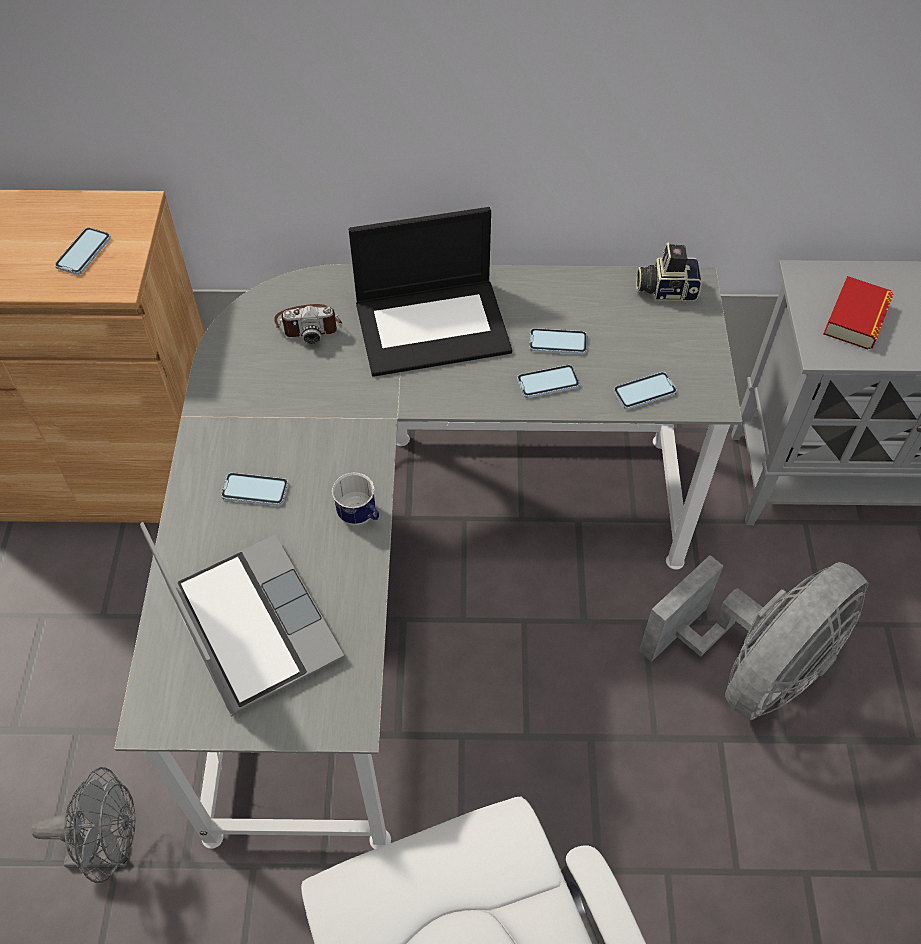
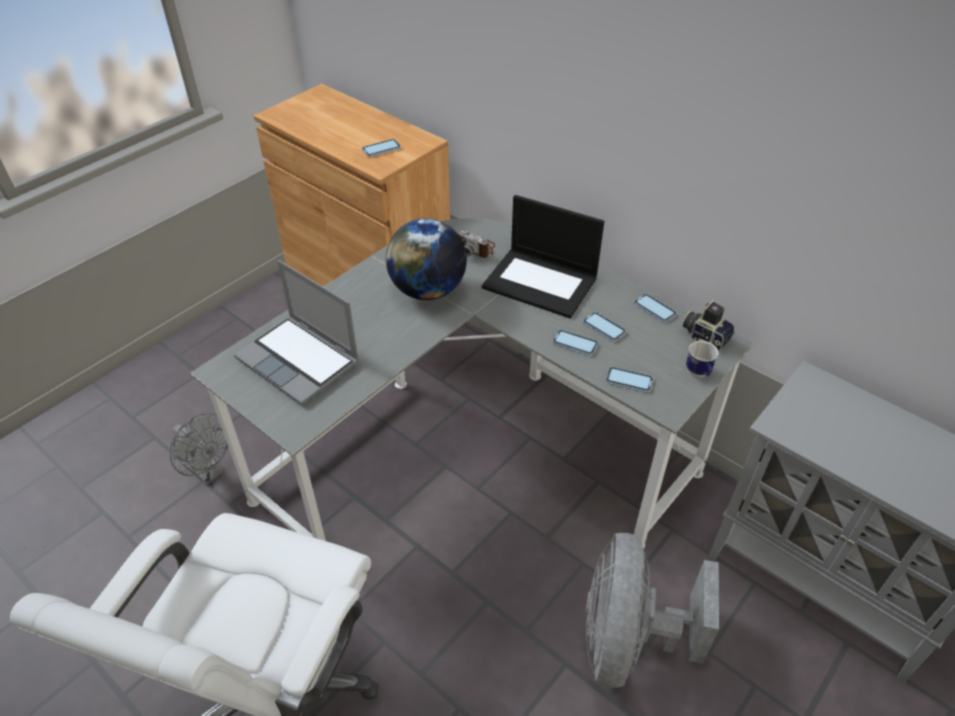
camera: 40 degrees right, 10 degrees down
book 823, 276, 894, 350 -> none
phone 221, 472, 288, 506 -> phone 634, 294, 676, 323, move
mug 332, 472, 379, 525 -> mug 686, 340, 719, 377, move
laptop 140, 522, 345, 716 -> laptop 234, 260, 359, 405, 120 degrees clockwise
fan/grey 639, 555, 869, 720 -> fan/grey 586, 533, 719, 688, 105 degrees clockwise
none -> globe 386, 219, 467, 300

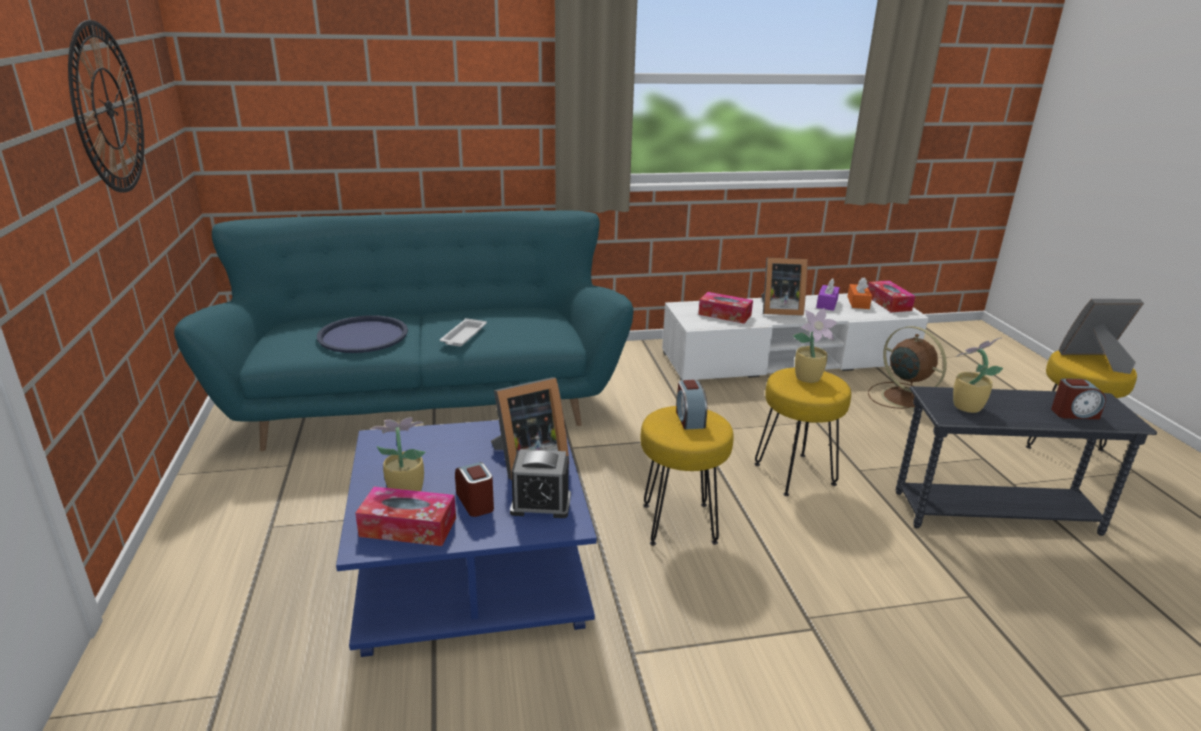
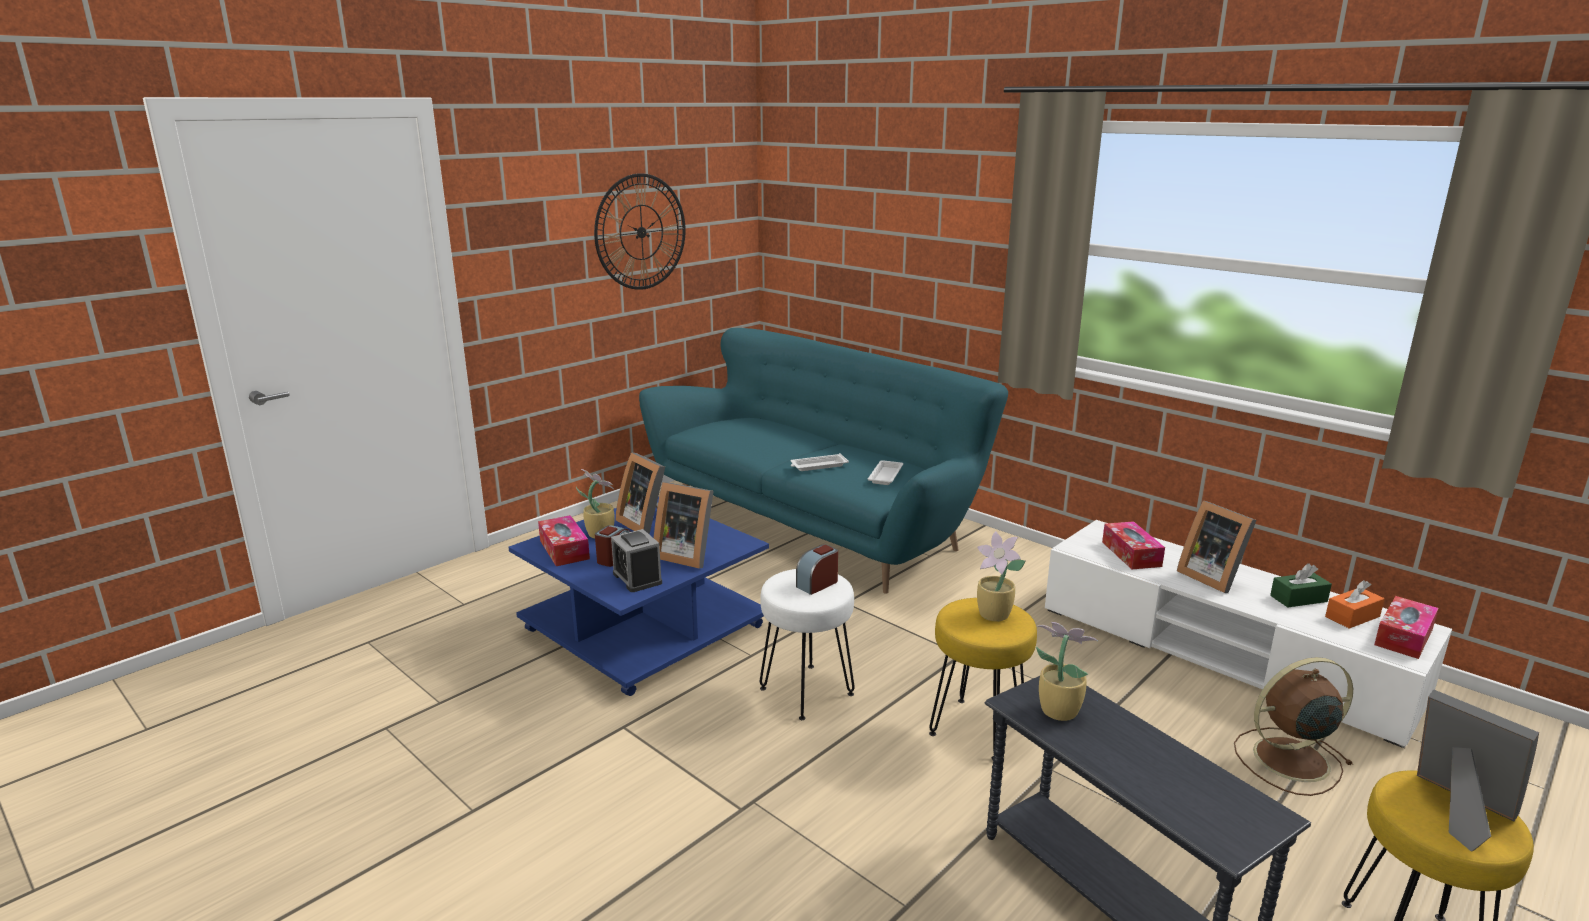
camera: 55 degrees right, 5 degrees down
tissue box/purple 816, 278, 840, 311 -> tissue box/green 1270, 563, 1332, 607
tray/blue 317, 315, 408, 353 -> none
fan/brown 868, 326, 947, 415 -> fan/brown 1234, 657, 1353, 796, 120 degrees counterclockwise
alarm clock 1051, 378, 1106, 419 -> none
stool/yellow 641, 406, 734, 546 -> stool/white 760, 569, 855, 720
none -> picture frame 616, 453, 665, 534
none -> tray/white 868, 460, 903, 485

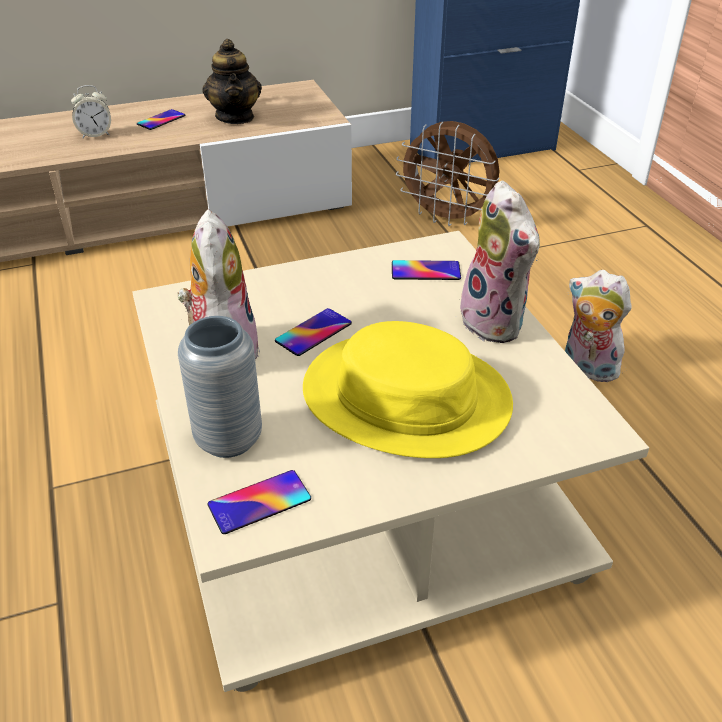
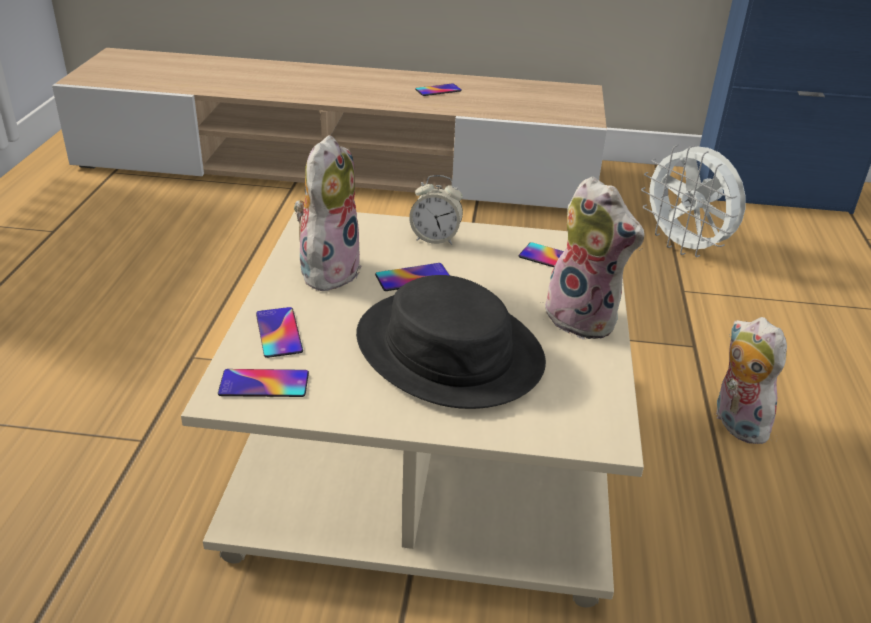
camera: 25 degrees right, 5 degrees down
teapot 202, 39, 262, 124 -> none
alarm clock 71, 85, 111, 138 -> alarm clock 409, 175, 463, 245, move
fan/brown 396, 121, 500, 226 -> fan/white 641, 145, 746, 257
plush toy 460, 181, 539, 343 -> plush toy 542, 176, 645, 340, 45 degrees counterclockwise
vase/grey 178, 316, 262, 458 -> phone 256, 307, 303, 358
hat/yellow 303, 321, 513, 458 -> hat/black 356, 275, 546, 409

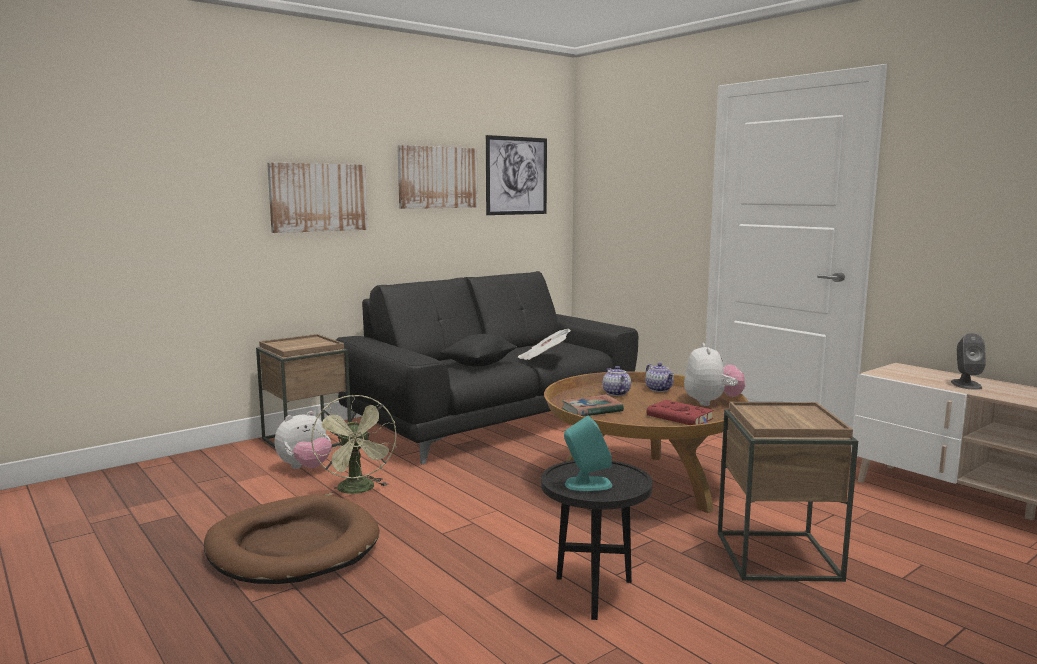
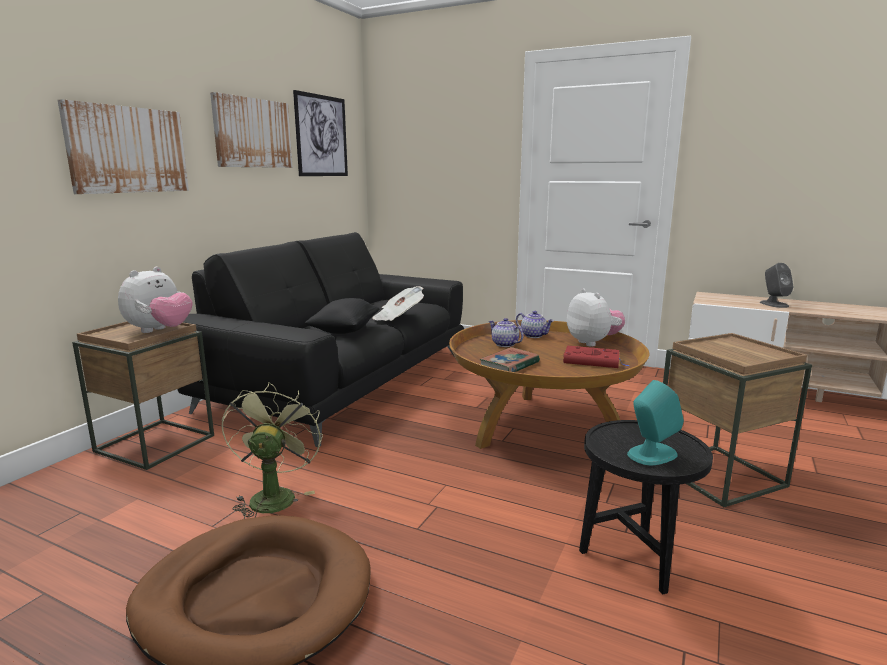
camera: 25 degrees left, 5 degrees up
fan/green 311, 395, 397, 496 -> fan/green 221, 382, 323, 519, 135 degrees counterclockwise
plush toy 275, 411, 332, 469 -> plush toy 118, 267, 192, 333, move

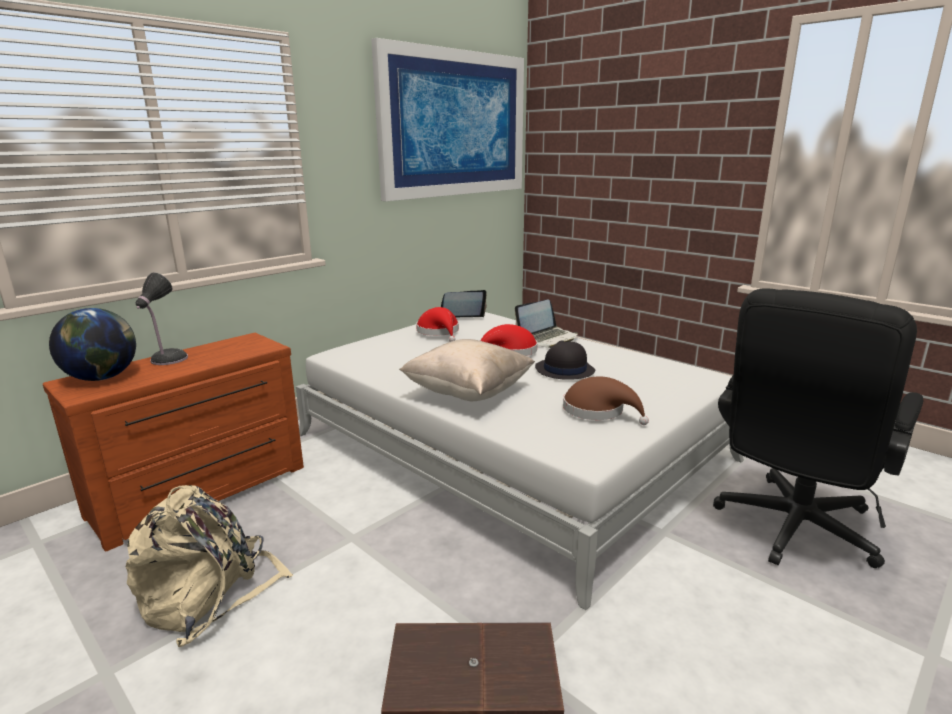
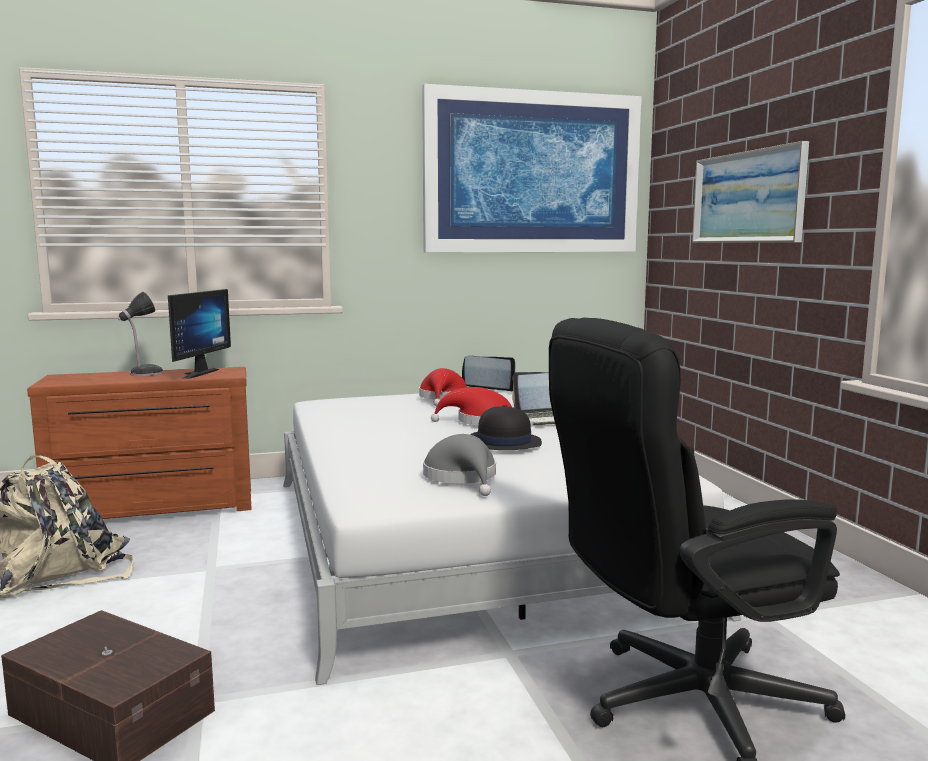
camera: 30 degrees right, 10 degrees down
globe 49, 308, 136, 381 -> none
pillow/beige 399, 339, 535, 401 -> none
hat/brown 563, 377, 649, 425 -> hat/grey 423, 434, 496, 496
none -> picture 692, 141, 809, 243
none -> monitor 168, 289, 231, 379

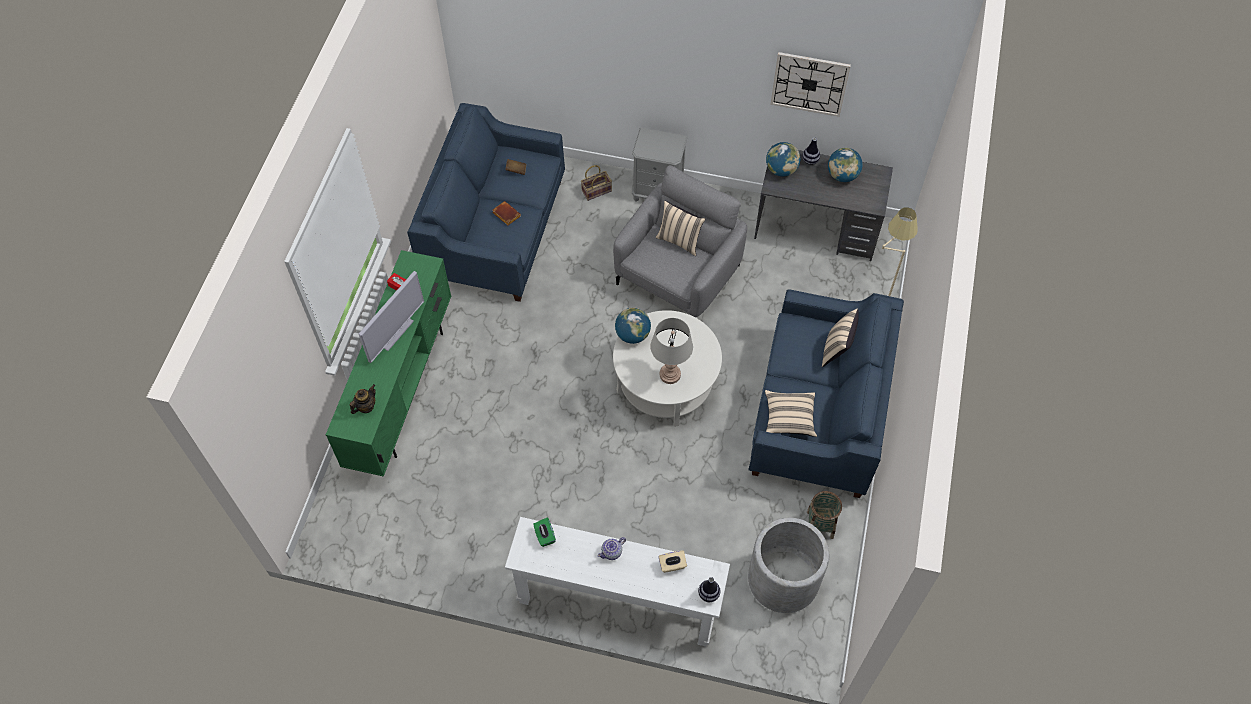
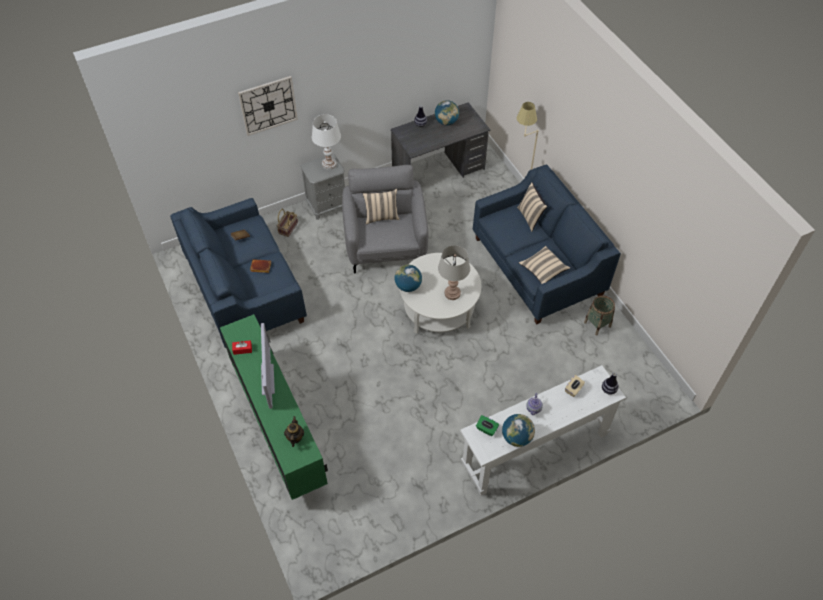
camera: 40 degrees left, 5 degrees down
wall clock 770, 52, 851, 117 -> wall clock 238, 76, 298, 136, move
globe 766, 142, 800, 177 -> globe 502, 414, 535, 447, move
planter/grey 748, 518, 829, 613 -> none
none -> table lamp/white 312, 114, 341, 170

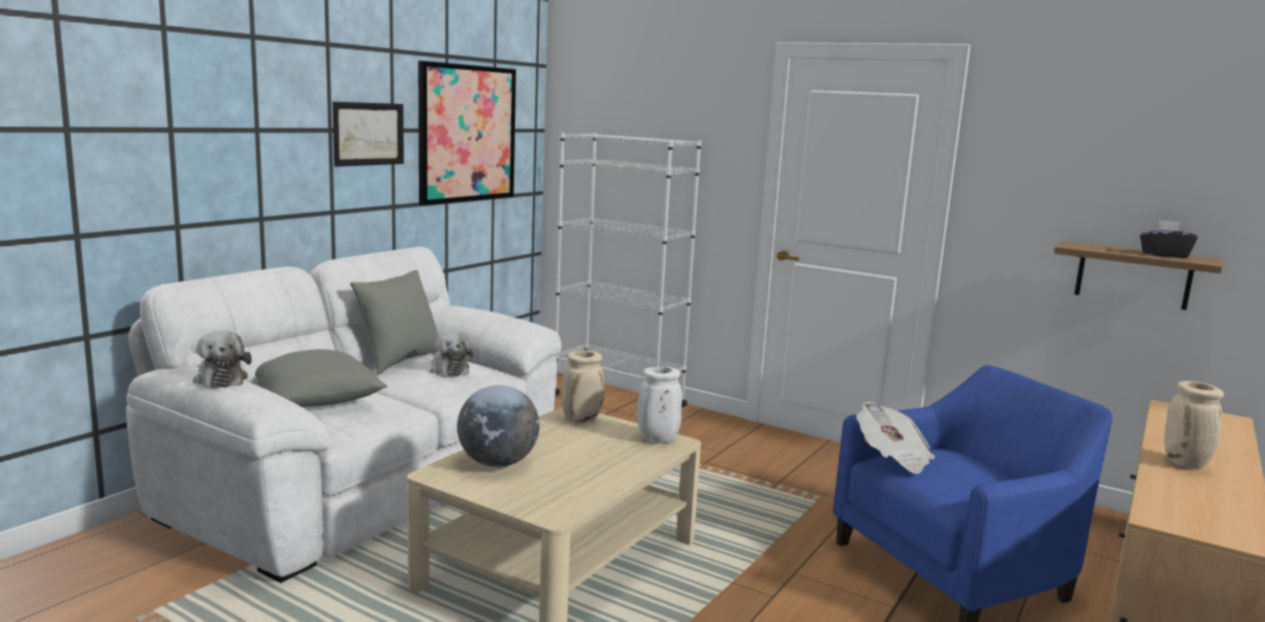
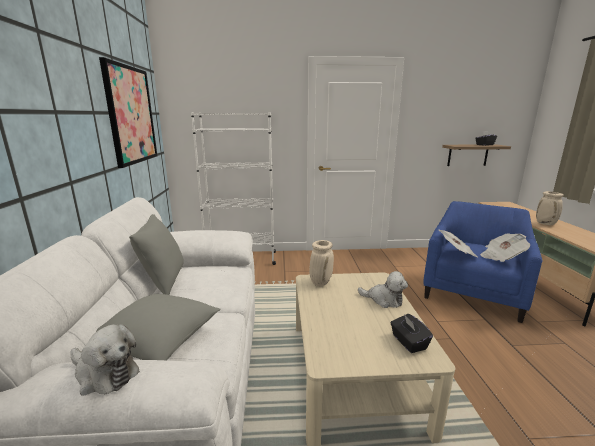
camera: 35 degrees left, 5 degrees up
picture 333, 102, 404, 167 -> none
plush toy 430, 331, 473, 377 -> plush toy 358, 271, 408, 308, move
vase/white 637, 367, 682, 443 -> none
globe 457, 385, 540, 467 -> none
none -> newspaper 480, 234, 530, 262
none -> tissue box/black 391, 314, 433, 353

